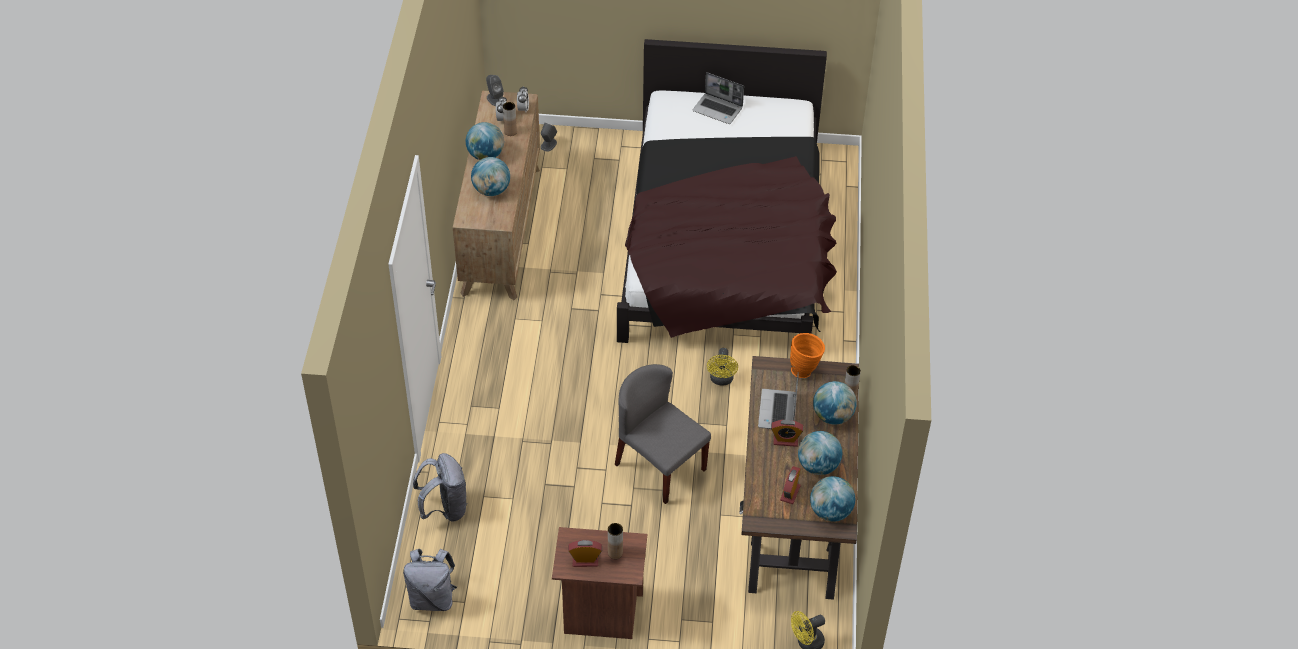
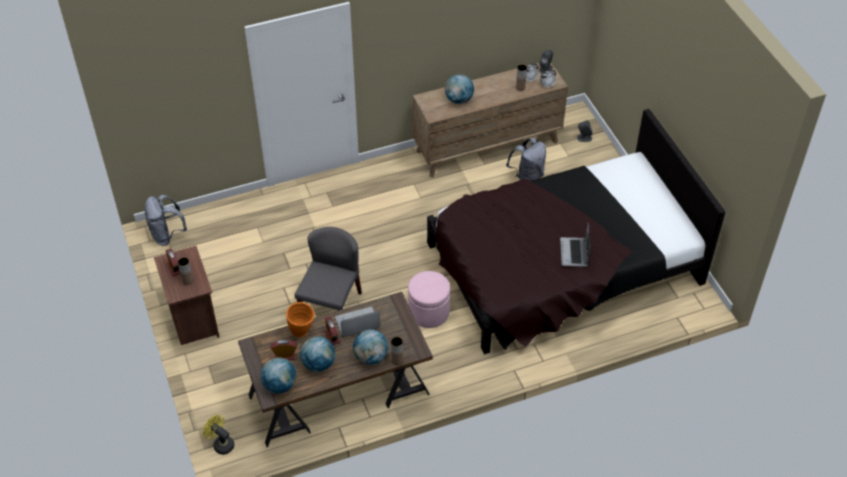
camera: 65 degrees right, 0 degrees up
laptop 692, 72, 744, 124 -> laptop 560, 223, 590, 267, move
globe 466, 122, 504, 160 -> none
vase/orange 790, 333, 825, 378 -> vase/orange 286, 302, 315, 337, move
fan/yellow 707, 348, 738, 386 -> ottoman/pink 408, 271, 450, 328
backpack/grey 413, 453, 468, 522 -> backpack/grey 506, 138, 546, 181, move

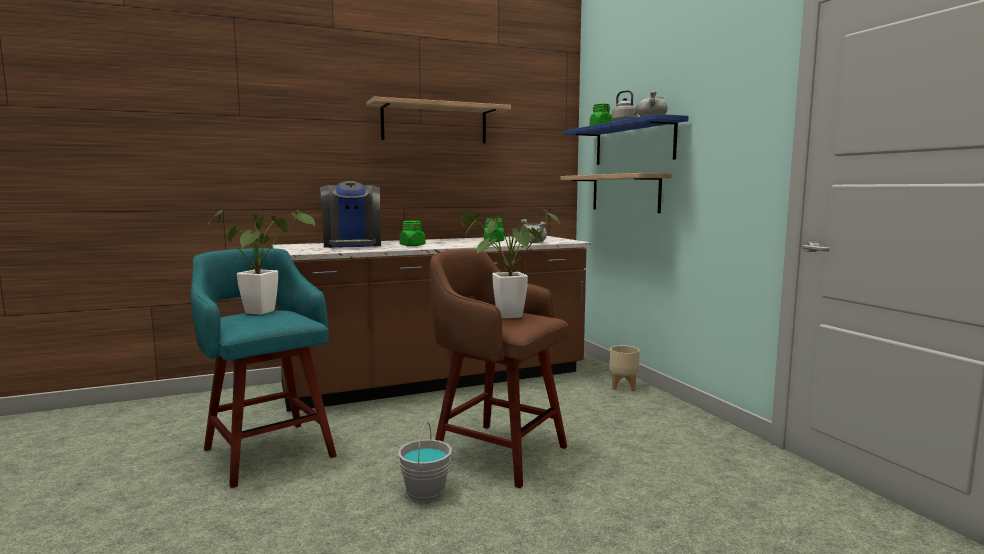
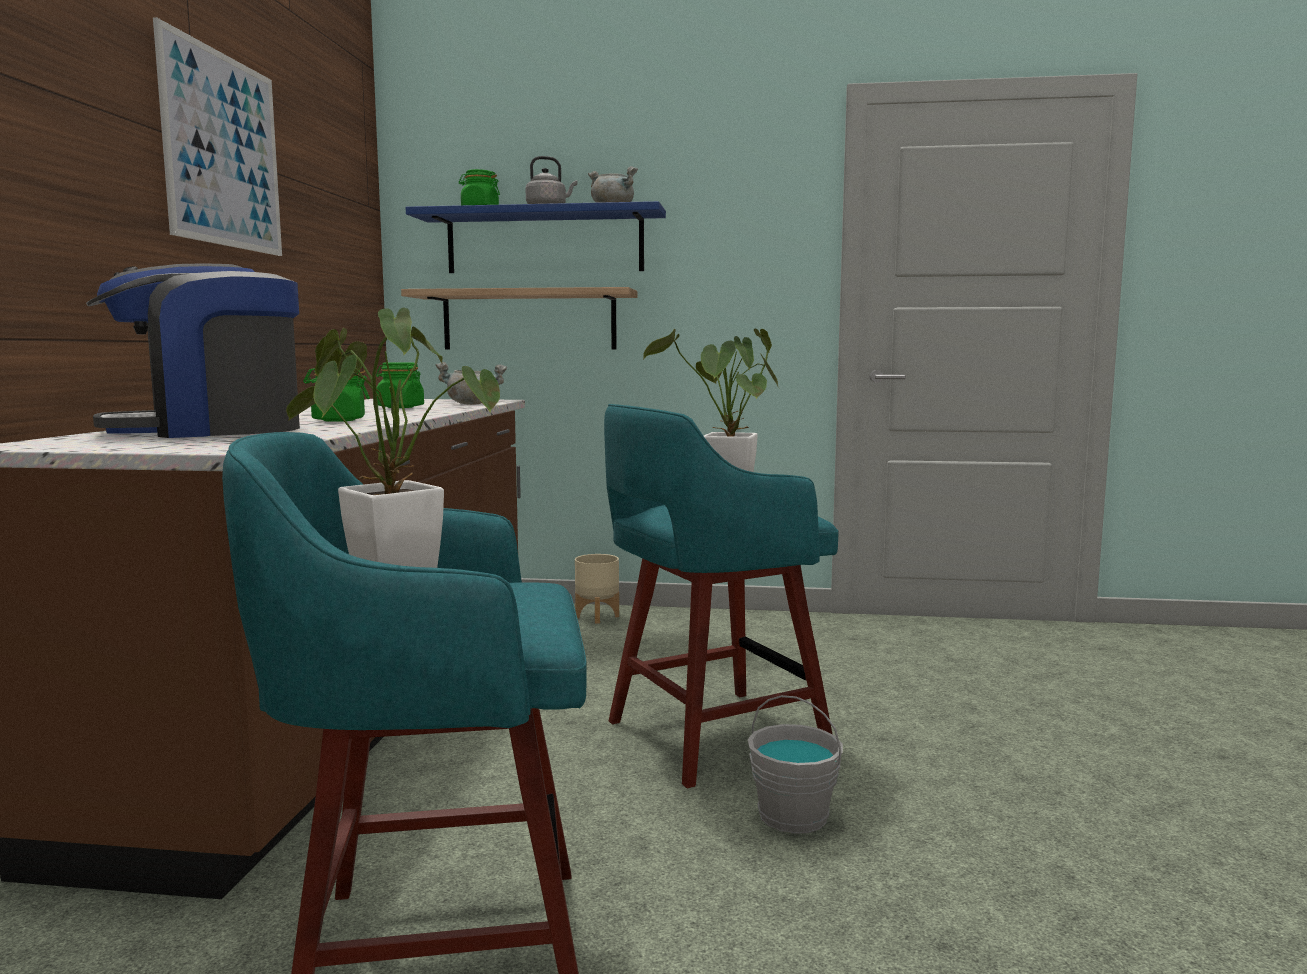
camera: 60 degrees left, 0 degrees up
shelf 366, 97, 511, 143 -> picture 153, 17, 282, 256
coffee machine 319, 181, 381, 248 -> coffee machine 86, 263, 300, 438, 135 degrees clockwise
stool/brown 429, 249, 569, 488 -> stool/turquoise 604, 404, 839, 788

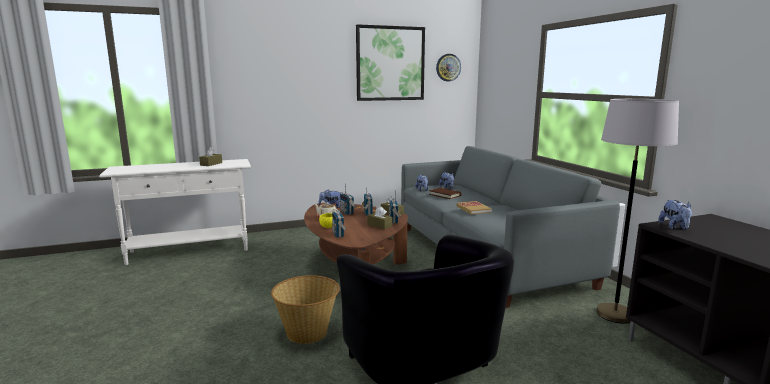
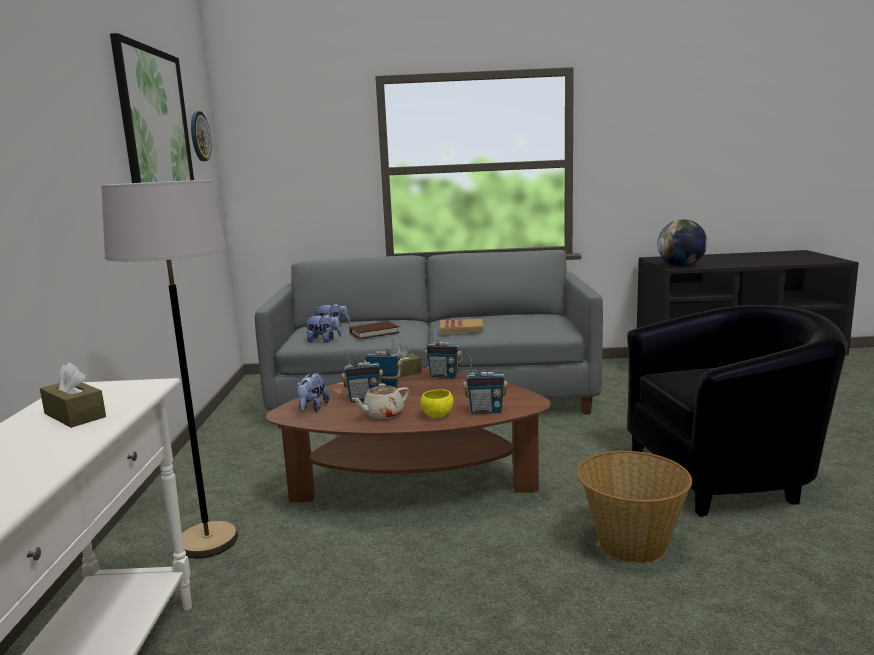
camera: 70 degrees left, 0 degrees up
floor lamp/grey 596, 99, 679, 324 -> floor lamp/grey 101, 180, 238, 558, move
plush toy 658, 200, 692, 230 -> globe 658, 220, 707, 267
tissue box/brown 367, 206, 392, 229 -> none

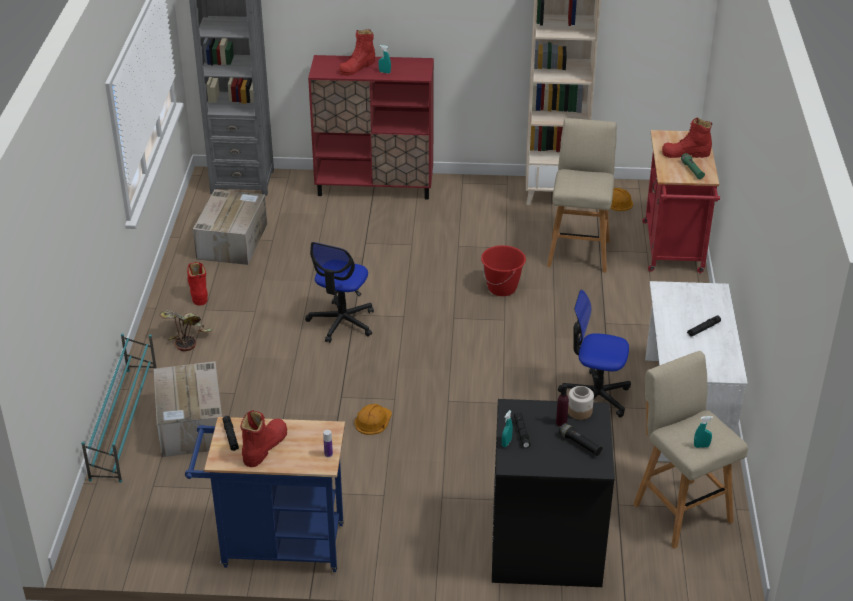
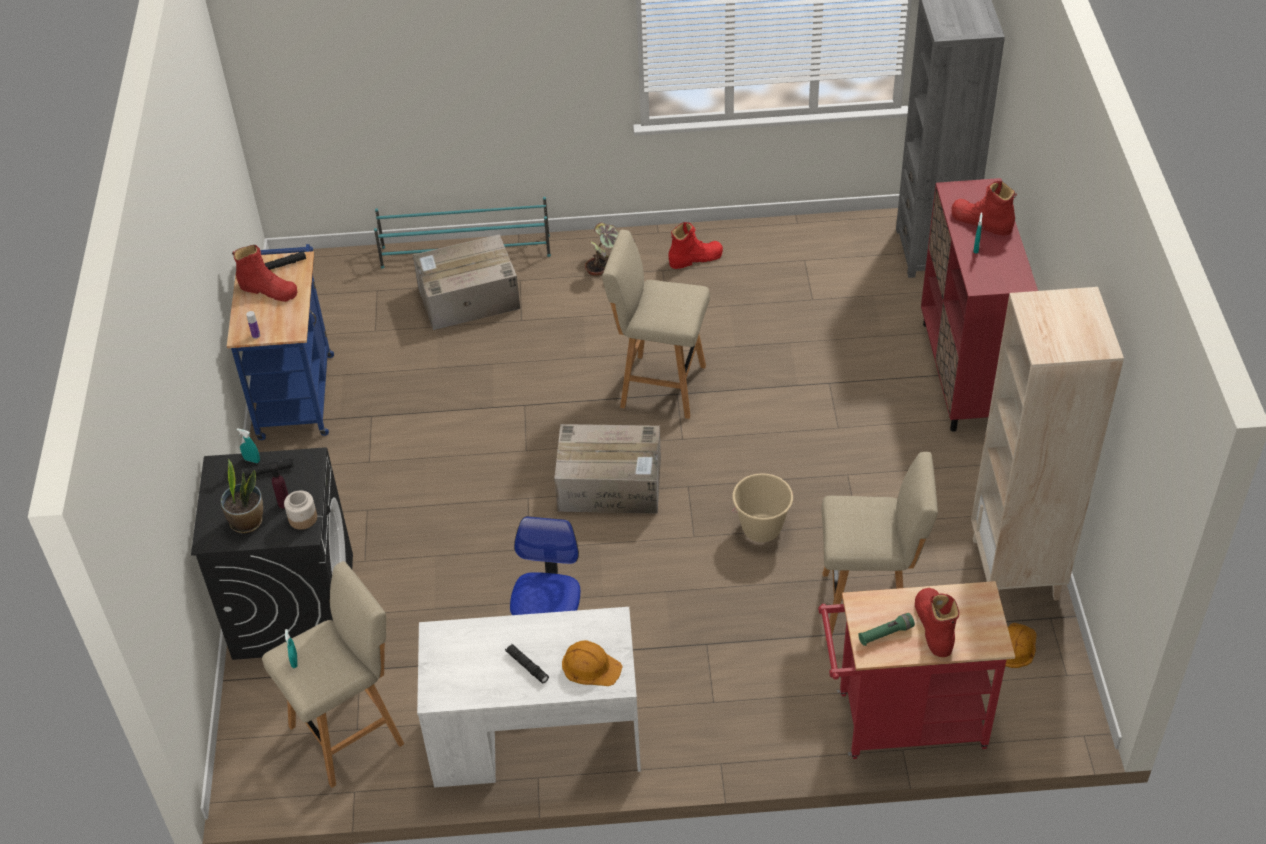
camera: 85 degrees right, 10 degrees up
cardboard box 193, 189, 267, 265 -> cardboard box 554, 424, 661, 514, move
office chair 305, 242, 374, 343 -> stool/beige 602, 230, 710, 419
bucket/red 481, 245, 526, 296 -> bucket/beige 732, 473, 793, 542
hard hat/orange 355, 404, 392, 435 -> hard hat/orange 562, 640, 623, 686, move
flashlight/black 559, 423, 603, 456 -> potted plant 221, 459, 263, 534

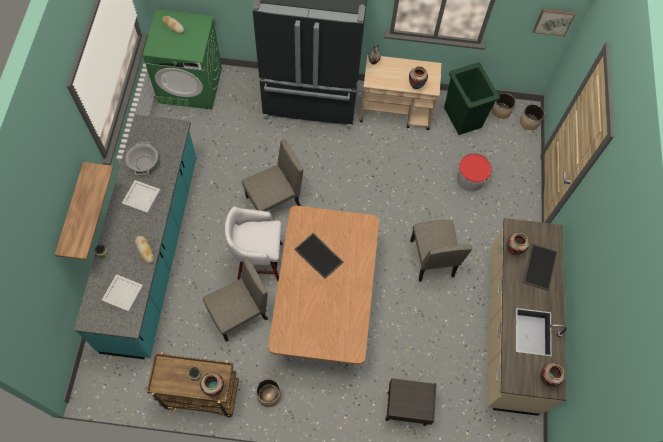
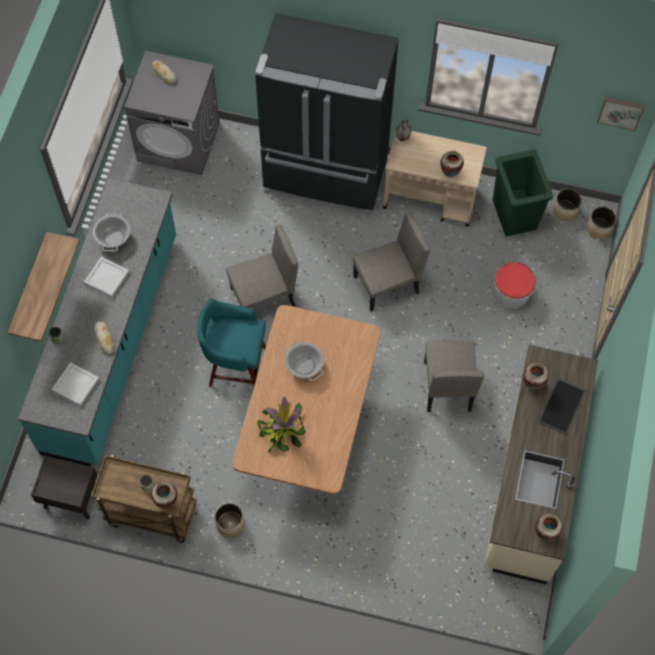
camera: 10 degrees right, 0 degrees up
washing machine/green 143, 9, 222, 109 -> washing machine/grey 124, 51, 220, 175
stool/white 225, 206, 283, 281 -> stool/turquoise 197, 299, 266, 387
tray 295, 233, 343, 279 -> cooking pot 285, 341, 324, 381
chair/beige 203, 257, 268, 342 -> chair/beige 353, 212, 430, 312, move
nightstand/brown 385, 378, 437, 426 -> nightstand/brown 31, 456, 98, 519, move
none -> potted plant 257, 397, 305, 453

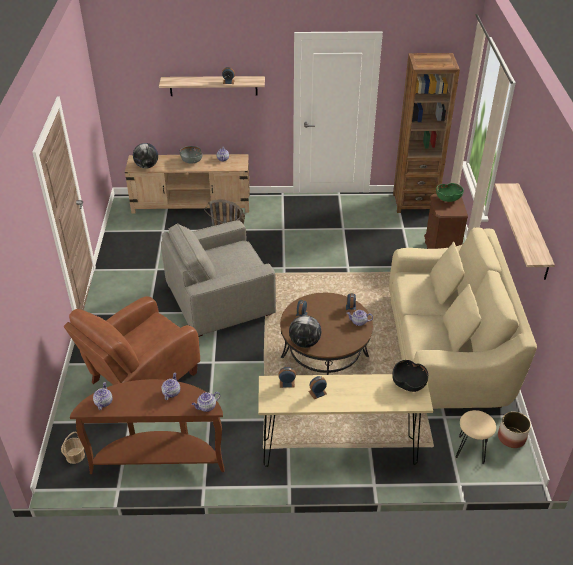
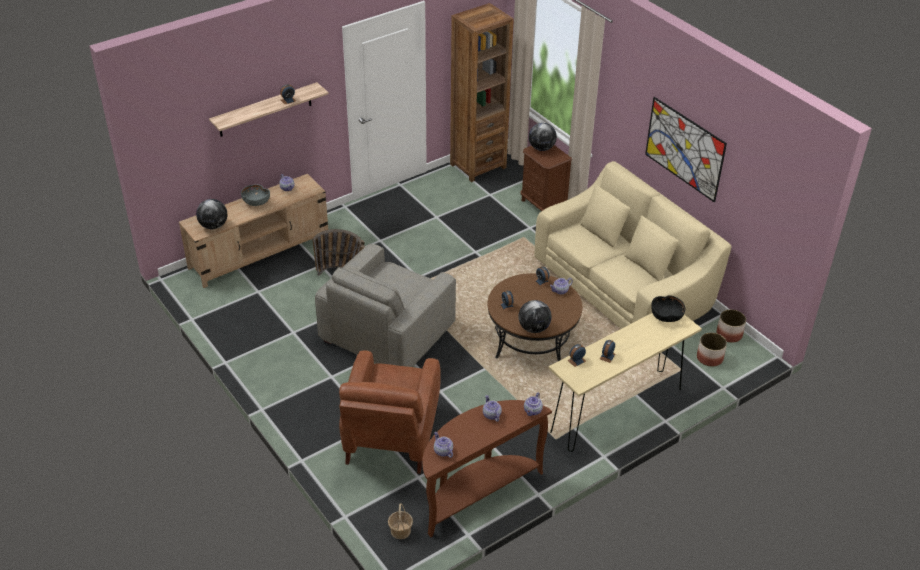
camera: 35 degrees left, 0 degrees up
bowl/green 436, 183, 464, 202 -> globe 529, 123, 557, 151
shelf 495, 183, 555, 280 -> picture 645, 97, 727, 202
stool/beige 456, 410, 496, 464 -> planter 697, 332, 727, 367

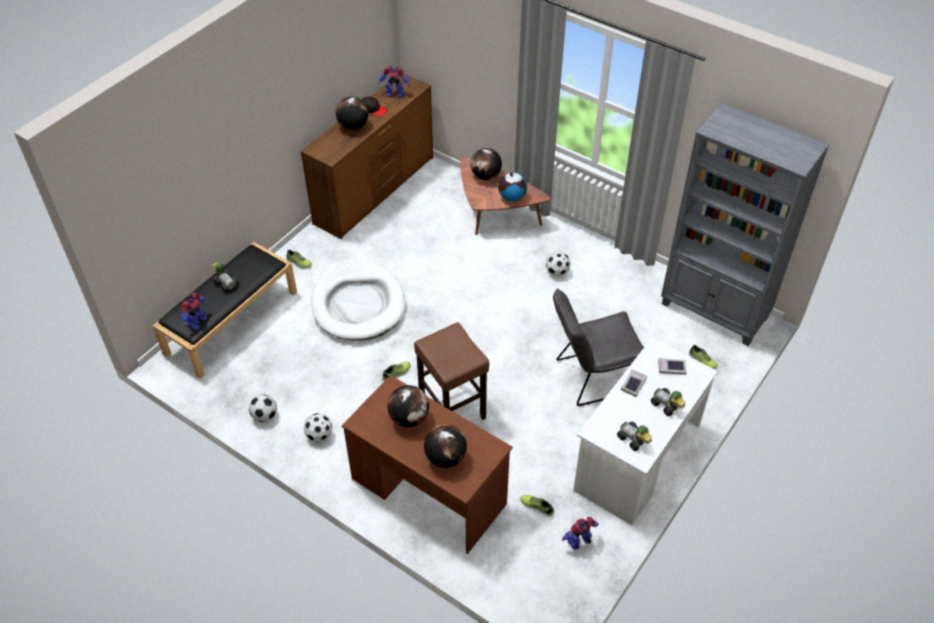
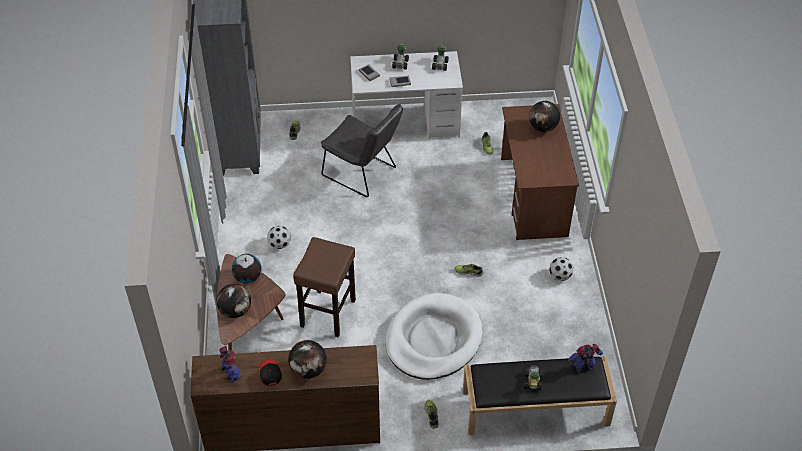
camera: 130 degrees left, 0 degrees up
stool/brown 414, 322, 489, 420 -> stool/brown 293, 237, 356, 338, move
globe 387, 385, 429, 427 -> none
football 249, 395, 277, 422 -> none
toy robot 562, 517, 598, 550 -> none

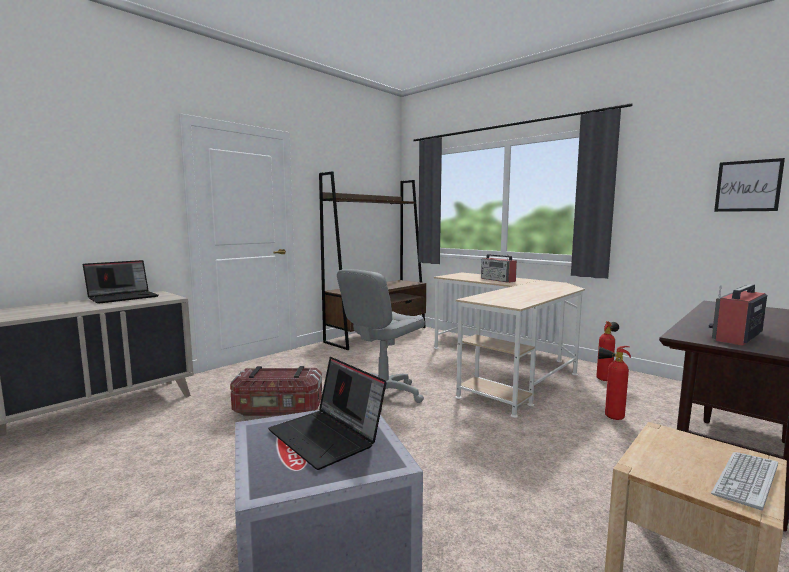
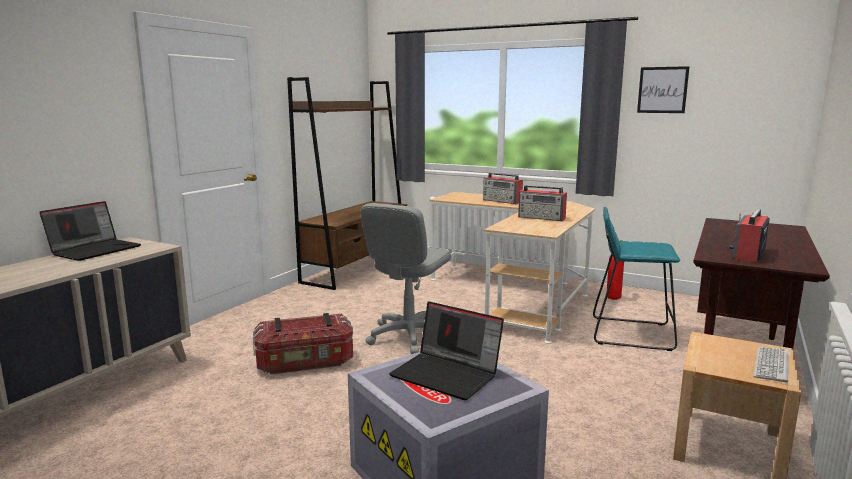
camera: 15 degrees left, 5 degrees up
picture 714, 158, 785, 212 -> picture 637, 66, 690, 113, move
fire extinguisher 598, 346, 631, 420 -> stool/turquoise 593, 207, 680, 351
none -> radio 518, 185, 567, 221

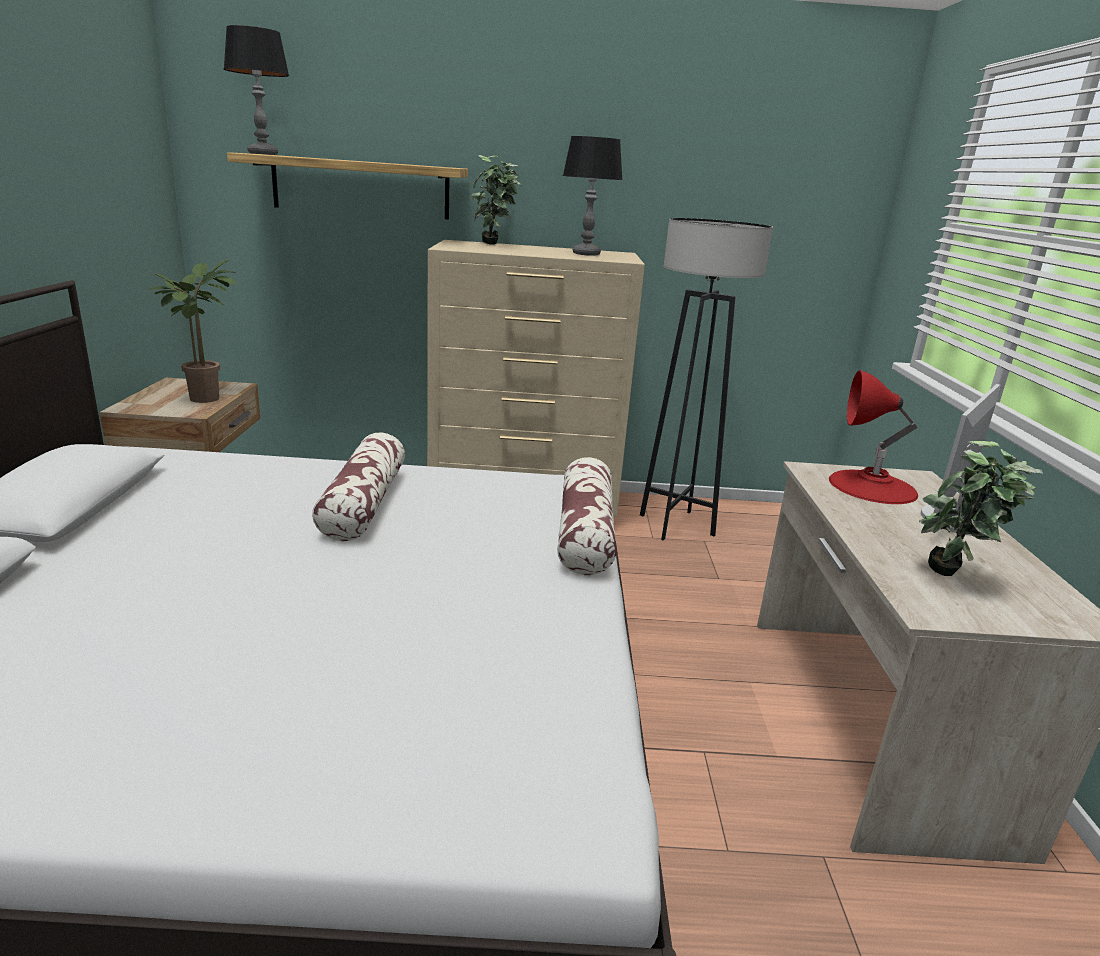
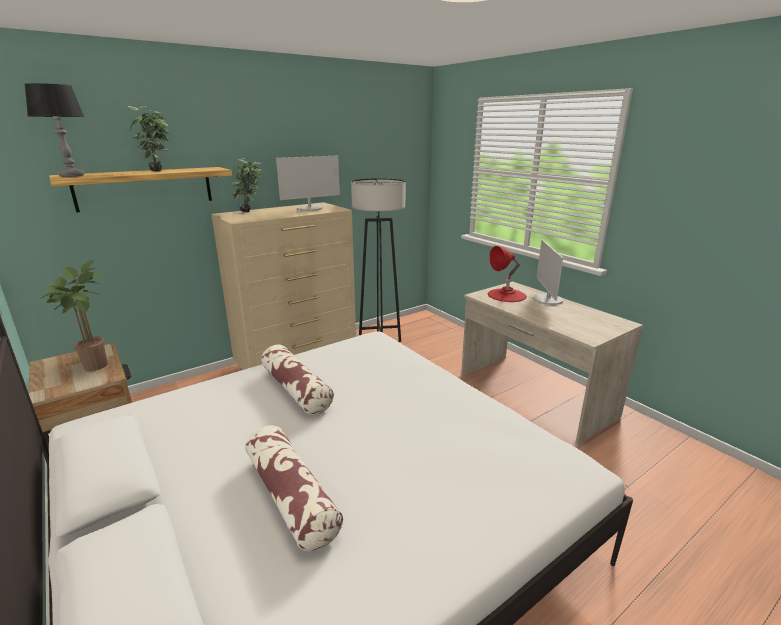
camera: 35 degrees left, 0 degrees up
table lamp 562, 136, 623, 256 -> monitor 276, 156, 340, 211
potted plant 919, 441, 1043, 576 -> potted plant 127, 106, 169, 171, move
pillow 557, 457, 616, 575 -> pillow 246, 425, 343, 551, move

